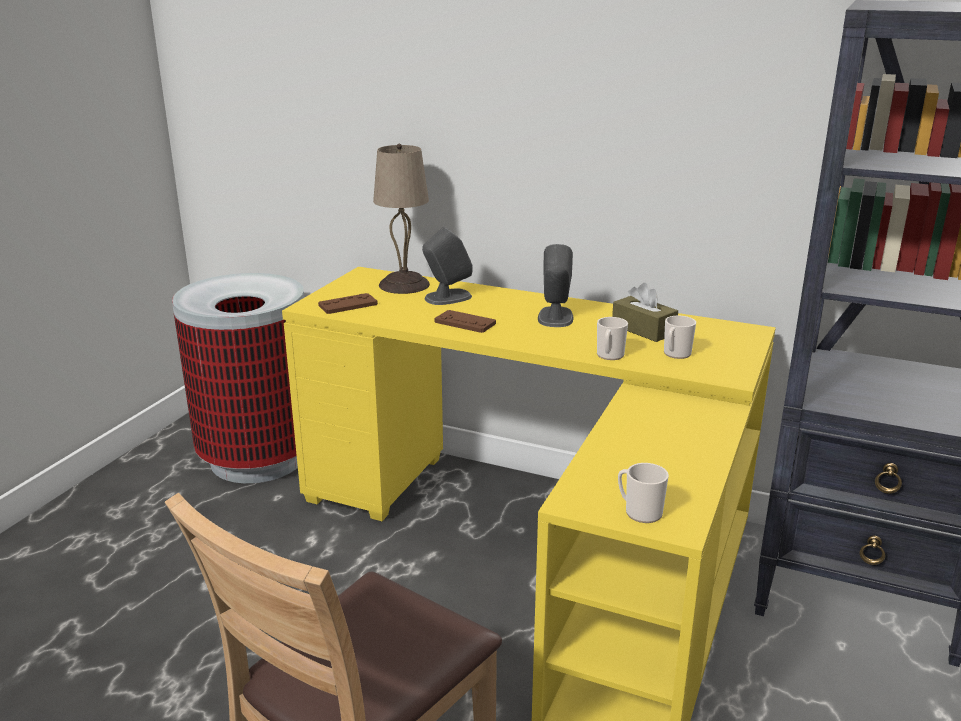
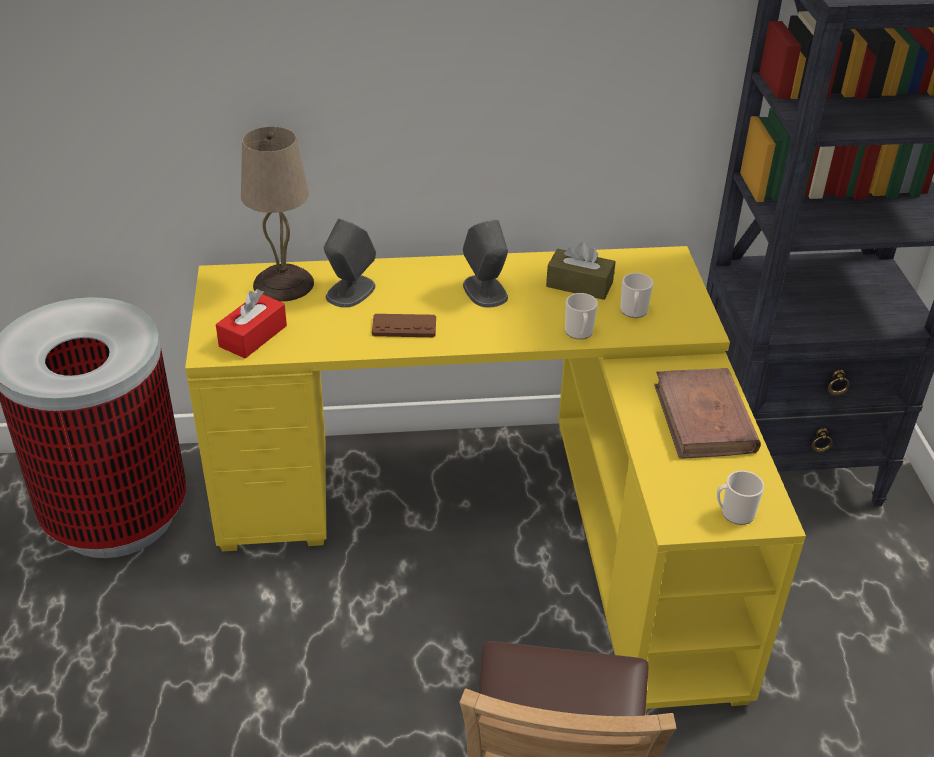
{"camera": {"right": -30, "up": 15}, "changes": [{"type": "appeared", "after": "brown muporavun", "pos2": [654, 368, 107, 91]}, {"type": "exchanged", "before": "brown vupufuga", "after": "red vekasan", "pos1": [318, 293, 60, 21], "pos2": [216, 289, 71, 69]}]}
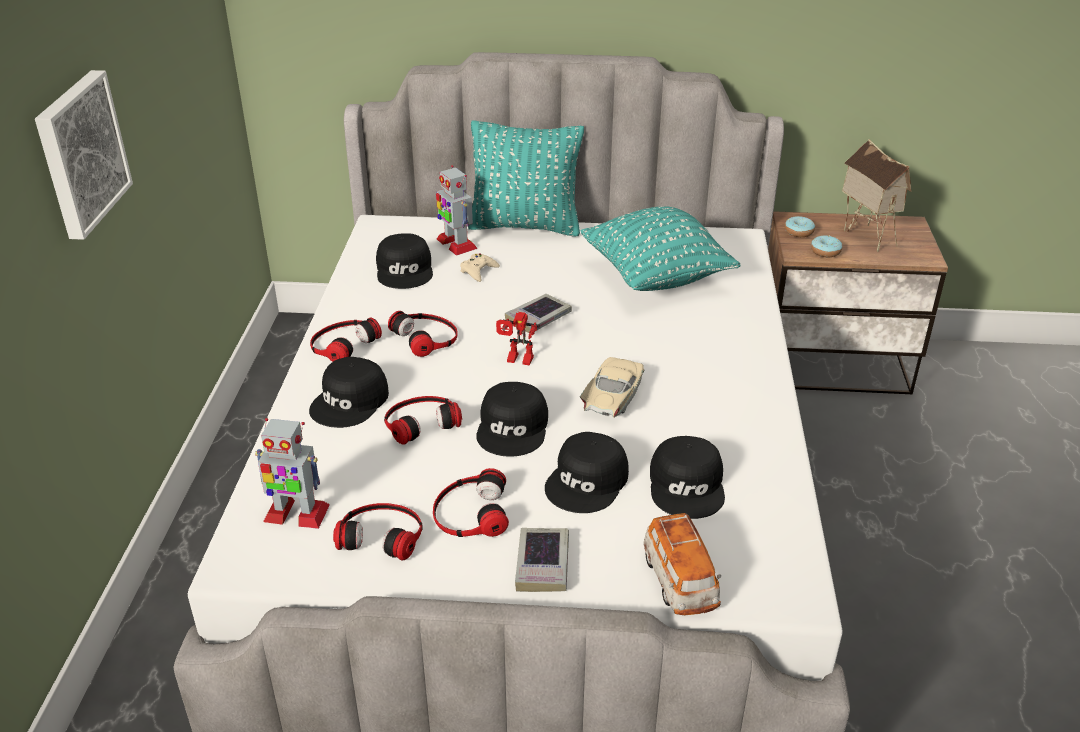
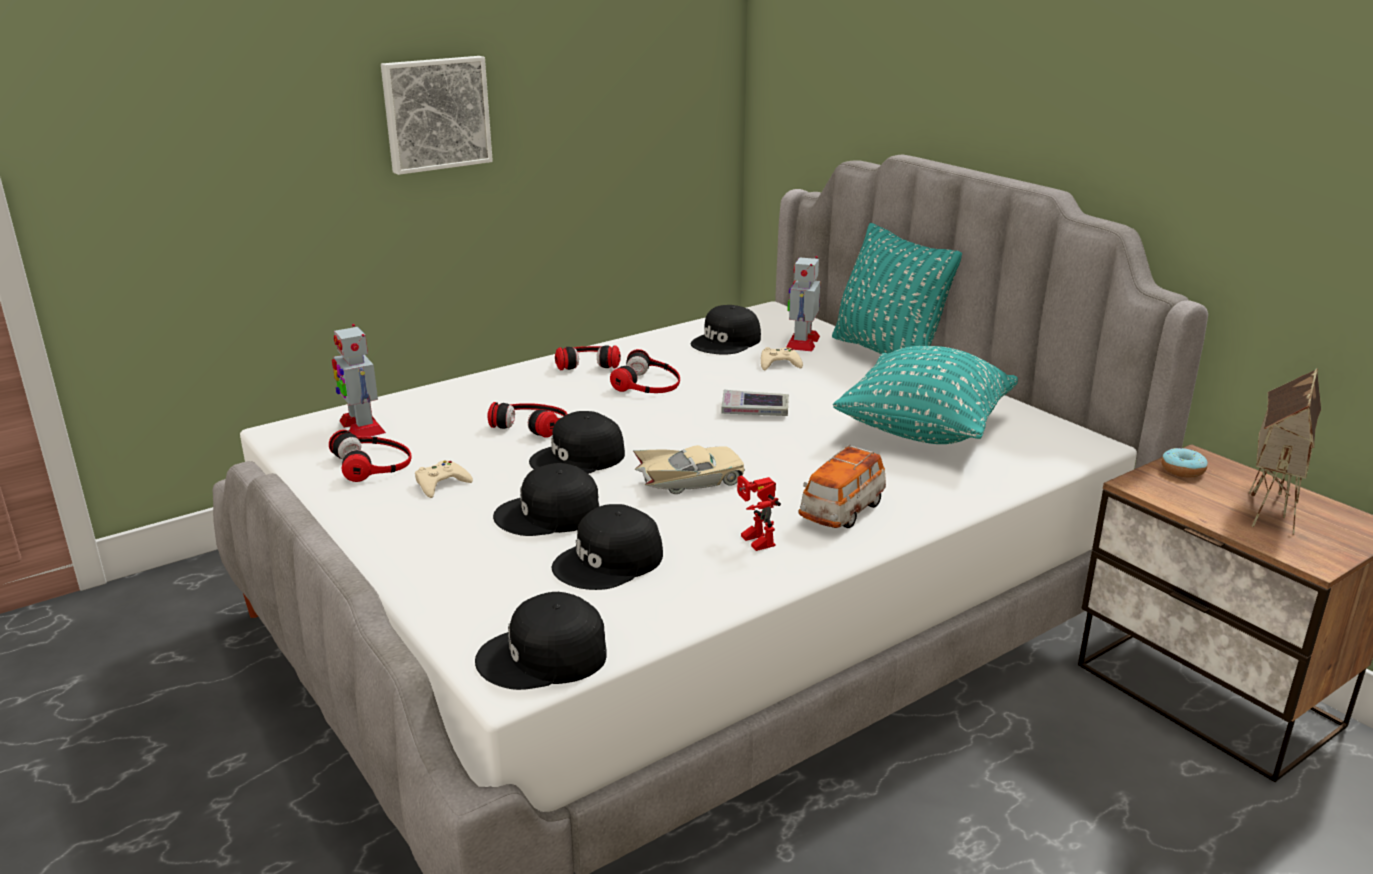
{"camera": {"right": 50, "up": -10}, "changes": [{"type": "missing", "before": "muporavun", "pos1": [515, 528, 54, 64]}, {"type": "missing", "before": "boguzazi", "pos1": [811, 236, 31, 21]}, {"type": "relocated", "before": "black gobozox", "pos1": [309, 357, 80, 71], "pos2": [475, 592, 132, 98]}, {"type": "relocated", "before": "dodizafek", "pos1": [496, 312, 44, 53], "pos2": [737, 476, 44, 75]}, {"type": "relocated", "before": "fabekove", "pos1": [643, 513, 78, 102], "pos2": [798, 444, 88, 84]}, {"type": "exchanged", "before": "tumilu", "after": "beige vupufuga", "pos1": [433, 468, 76, 69], "pos2": [415, 460, 58, 38]}]}
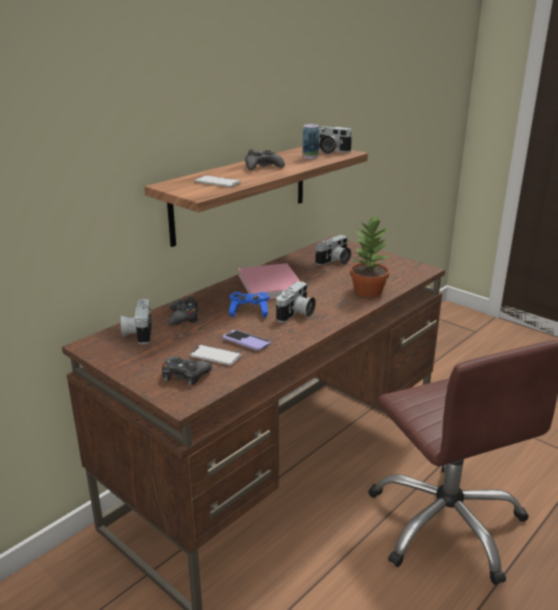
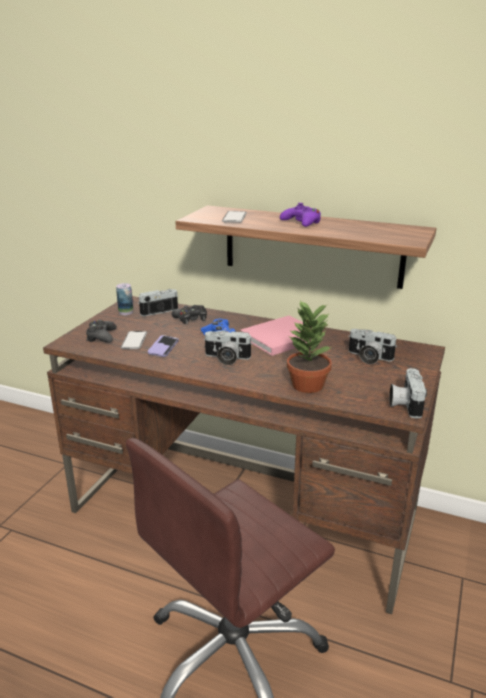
{"camera": {"right": 70, "up": 0}, "changes": [{"type": "relocated", "before": "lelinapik", "pos1": [302, 124, 17, 35], "pos2": [116, 283, 17, 32]}, {"type": "relocated", "before": "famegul", "pos1": [319, 126, 34, 28], "pos2": [389, 368, 38, 51]}, {"type": "colour", "before": "black vupufuga", "after": "purple vupufuga", "pos1": [245, 150, 40, 20], "pos2": [280, 203, 41, 24]}]}
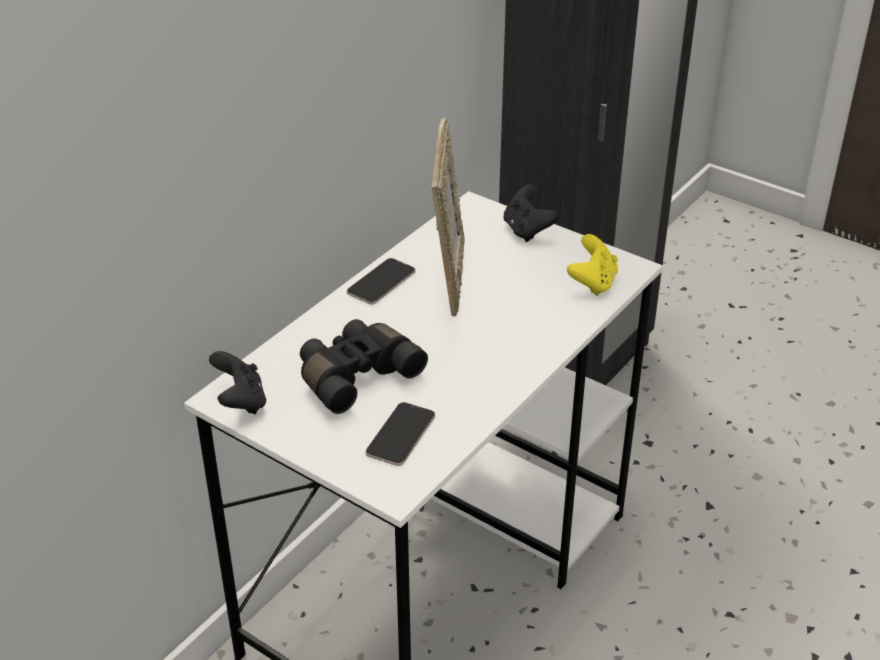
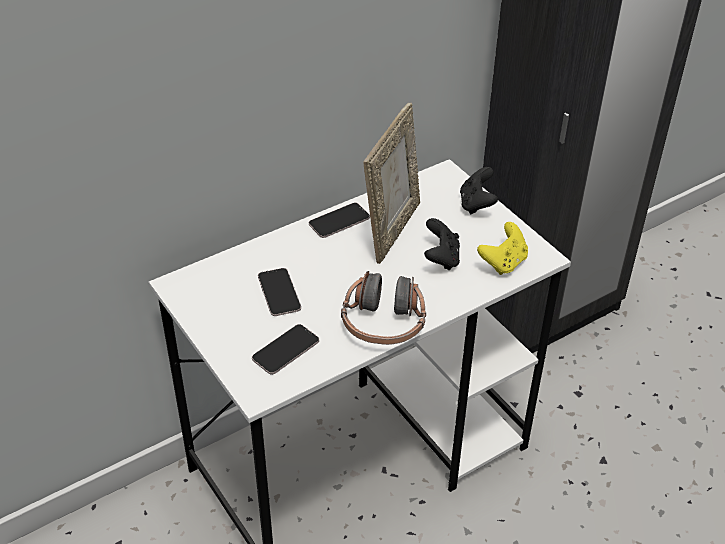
{"camera": {"right": 20, "up": 5}, "changes": [{"type": "appeared", "after": "tumilu", "pos2": [341, 271, 85, 74]}, {"type": "relocated", "before": "black vupufuga", "pos1": [209, 351, 57, 63], "pos2": [424, 218, 36, 52]}, {"type": "exchanged", "before": "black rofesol", "after": "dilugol", "pos1": [300, 319, 128, 95], "pos2": [258, 268, 43, 48]}]}
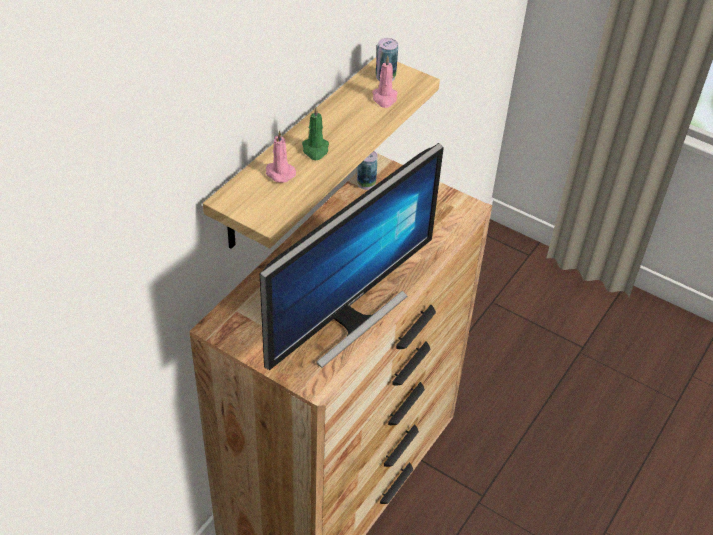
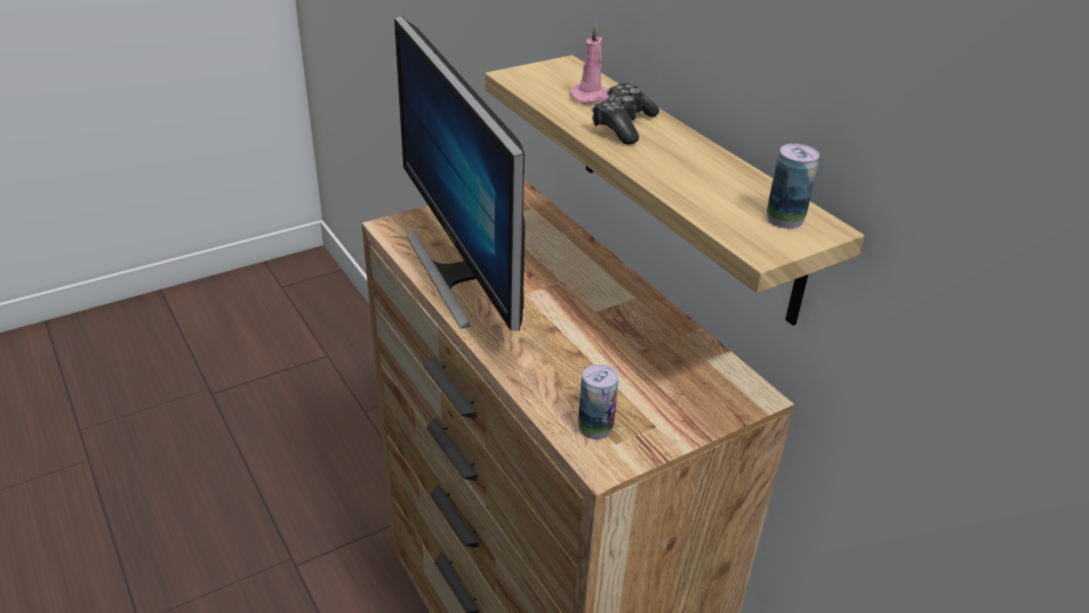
{"camera": {"right": 115, "up": -10}, "changes": [{"type": "missing", "before": "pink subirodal", "pos1": [372, 56, 26, 52]}, {"type": "relocated", "before": "lelinapik", "pos1": [357, 151, 21, 39], "pos2": [578, 364, 40, 76]}, {"type": "exchanged", "before": "green subirodal", "after": "vupufuga", "pos1": [302, 107, 27, 53], "pos2": [592, 83, 67, 62]}]}
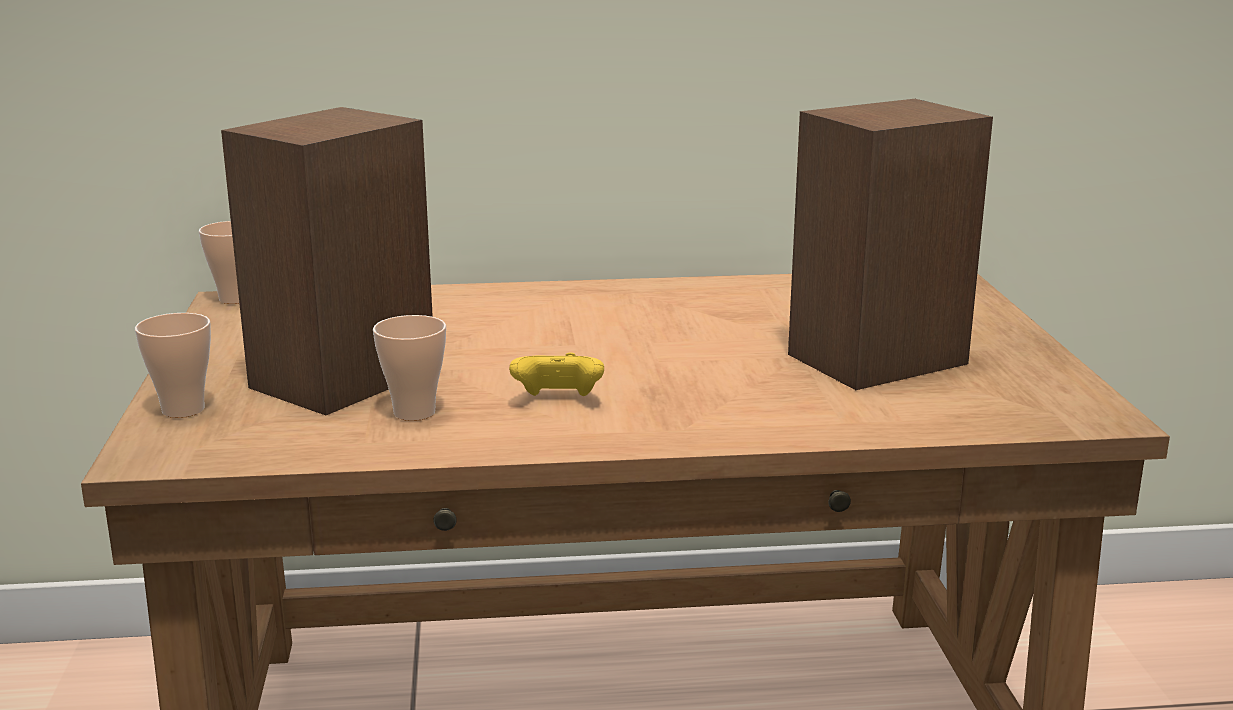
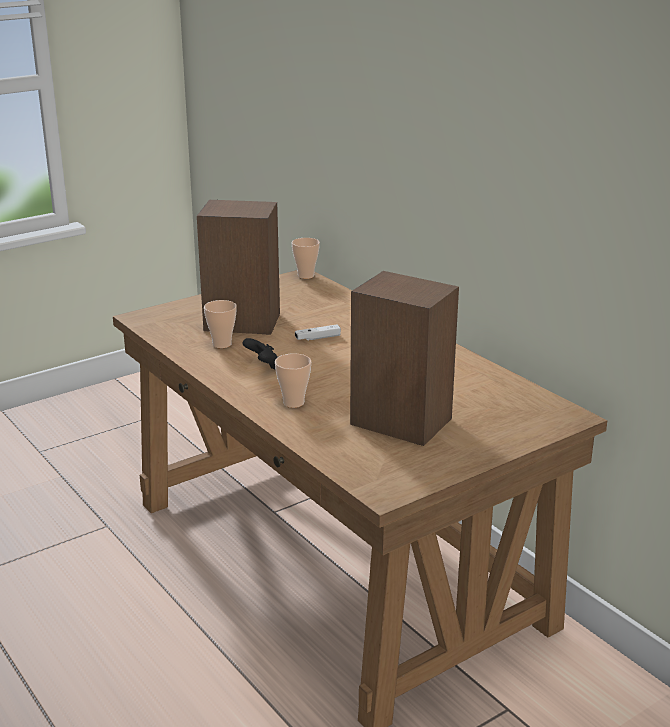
{"camera": {"right": 60, "up": 5}, "changes": [{"type": "appeared", "after": "white vupufuga", "pos2": [295, 324, 46, 17]}, {"type": "relocated", "before": "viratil", "pos1": [135, 313, 76, 105], "pos2": [275, 353, 36, 55]}, {"type": "colour", "before": "yellow vupufuga", "after": "black vupufuga", "pos1": [509, 352, 95, 44], "pos2": [243, 338, 35, 31]}]}
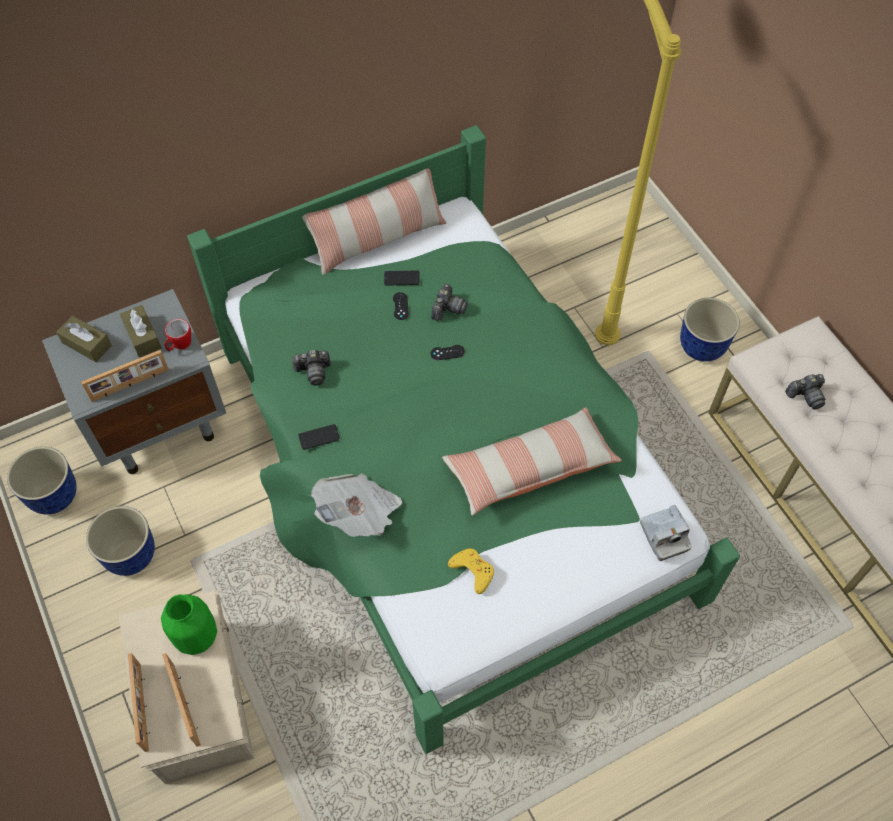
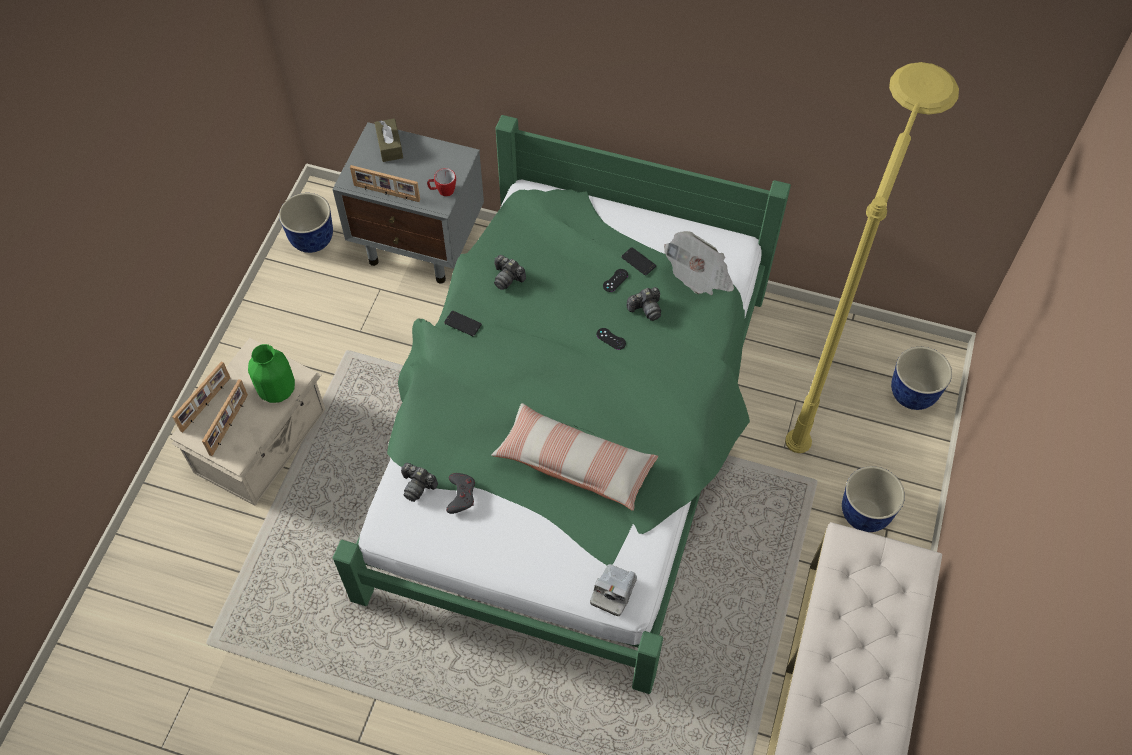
{"camera": {"right": 45, "up": 0}, "changes": [{"type": "missing", "before": "brown vekasan", "pos1": [119, 305, 43, 52]}, {"type": "missing", "before": "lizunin", "pos1": [302, 169, 144, 106]}, {"type": "relocated", "before": "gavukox", "pos1": [86, 506, 69, 70], "pos2": [891, 347, 61, 63]}, {"type": "relocated", "before": "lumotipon", "pos1": [311, 473, 91, 64], "pos2": [664, 231, 70, 64]}, {"type": "relocated", "before": "famegul", "pos1": [785, 374, 40, 36], "pos2": [401, 463, 37, 39]}, {"type": "colour", "before": "yellow vupufuga", "after": "grey vupufuga", "pos1": [448, 549, 46, 45], "pos2": [446, 473, 29, 41]}]}
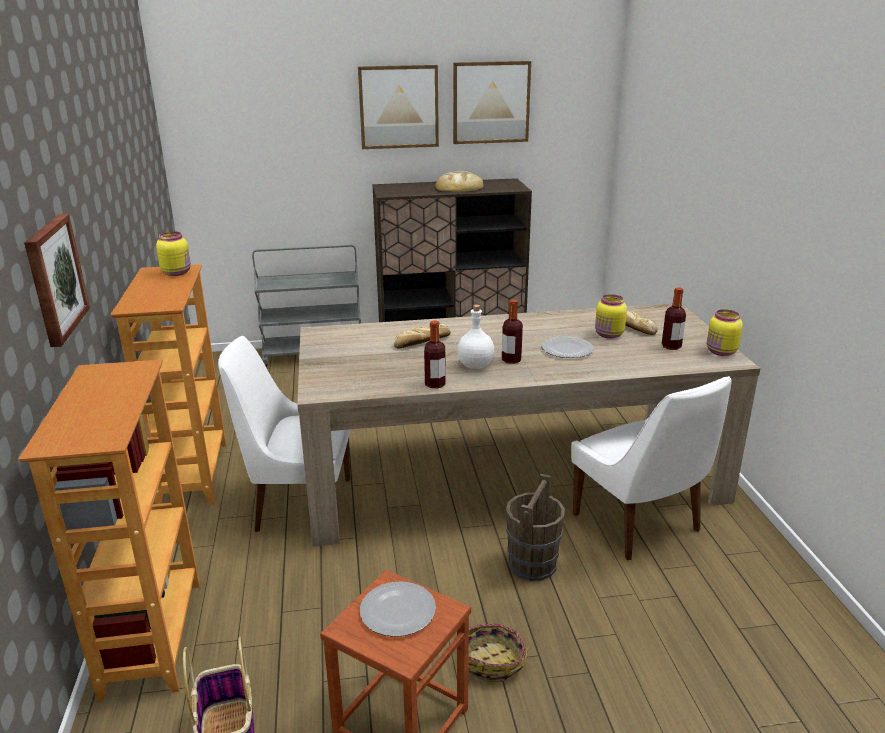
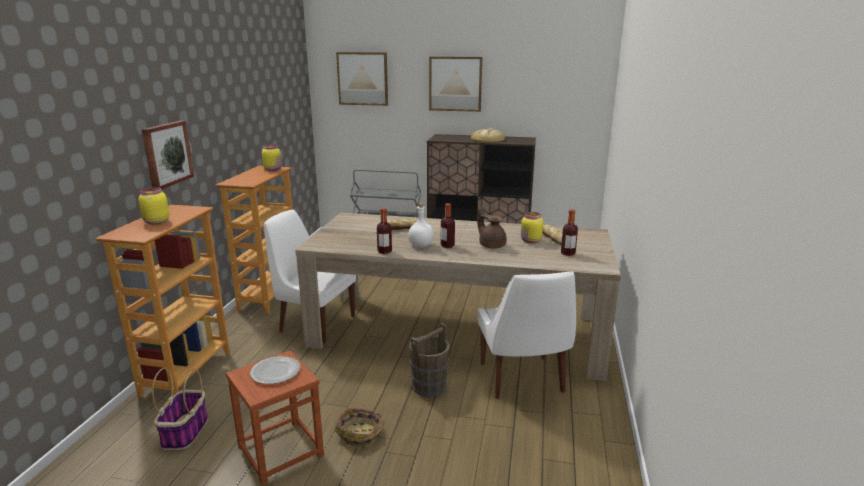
{"camera": {"right": 20, "up": -5}, "changes": [{"type": "relocated", "before": "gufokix", "pos1": [453, 61, 78, 83], "pos2": [336, 52, 52, 54]}, {"type": "relocated", "before": "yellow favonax", "pos1": [707, 309, 36, 47], "pos2": [138, 187, 31, 38]}, {"type": "exchanged", "before": "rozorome", "after": "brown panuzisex", "pos1": [542, 336, 52, 22], "pos2": [477, 207, 30, 41]}]}
